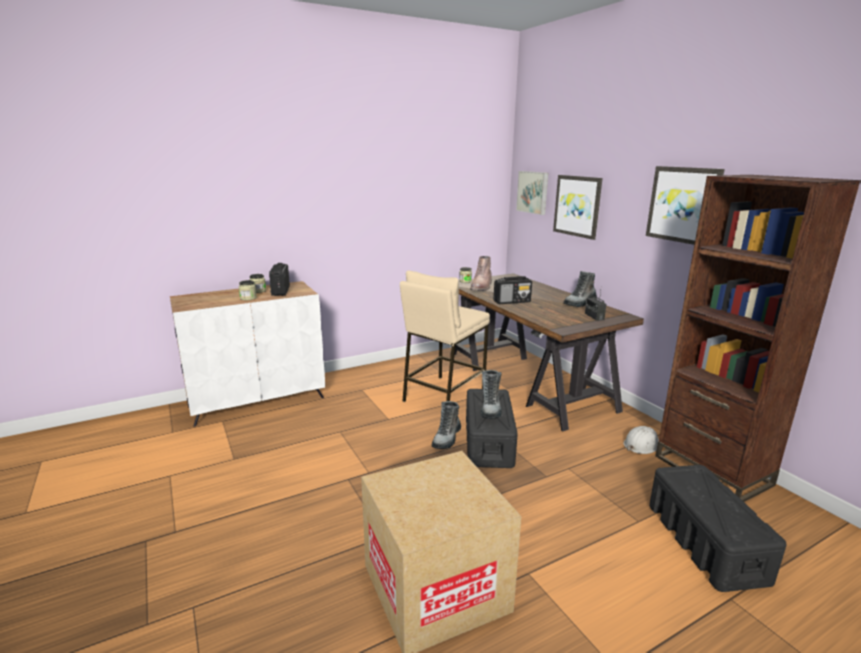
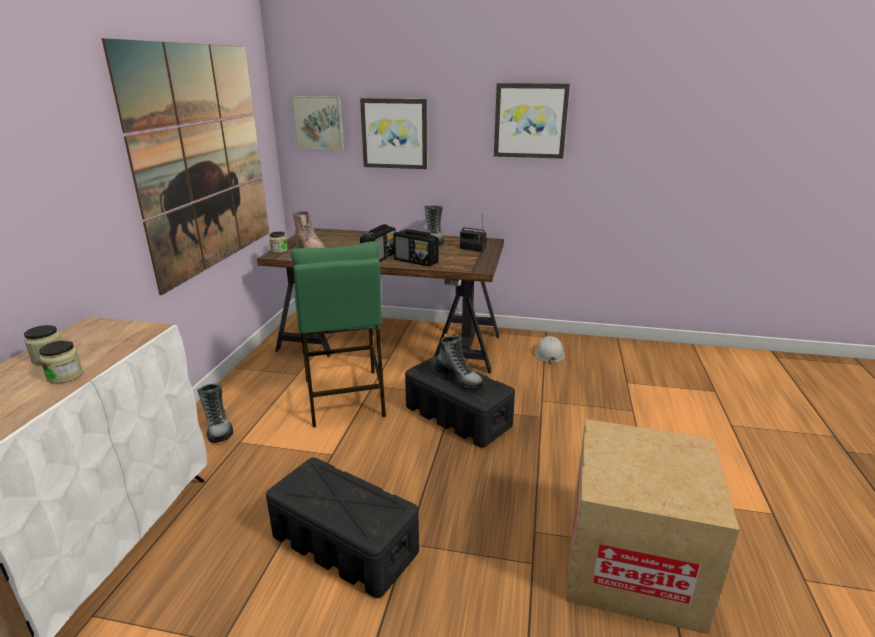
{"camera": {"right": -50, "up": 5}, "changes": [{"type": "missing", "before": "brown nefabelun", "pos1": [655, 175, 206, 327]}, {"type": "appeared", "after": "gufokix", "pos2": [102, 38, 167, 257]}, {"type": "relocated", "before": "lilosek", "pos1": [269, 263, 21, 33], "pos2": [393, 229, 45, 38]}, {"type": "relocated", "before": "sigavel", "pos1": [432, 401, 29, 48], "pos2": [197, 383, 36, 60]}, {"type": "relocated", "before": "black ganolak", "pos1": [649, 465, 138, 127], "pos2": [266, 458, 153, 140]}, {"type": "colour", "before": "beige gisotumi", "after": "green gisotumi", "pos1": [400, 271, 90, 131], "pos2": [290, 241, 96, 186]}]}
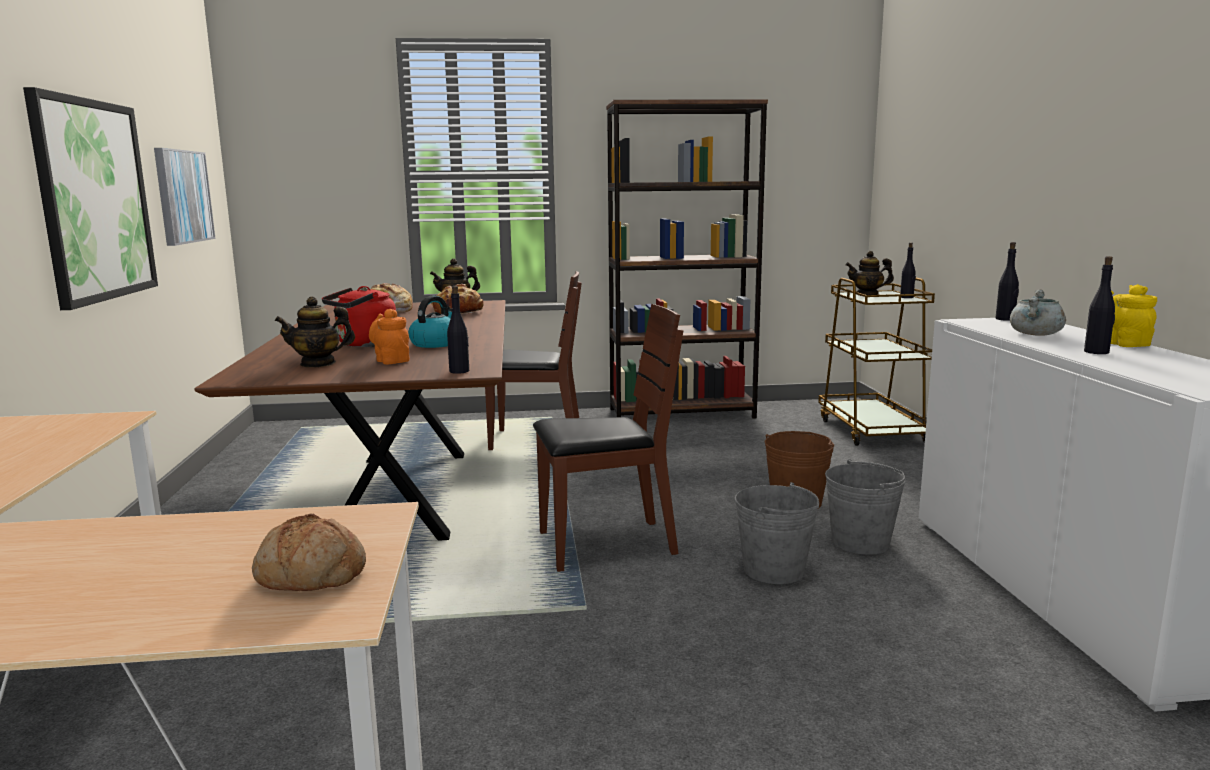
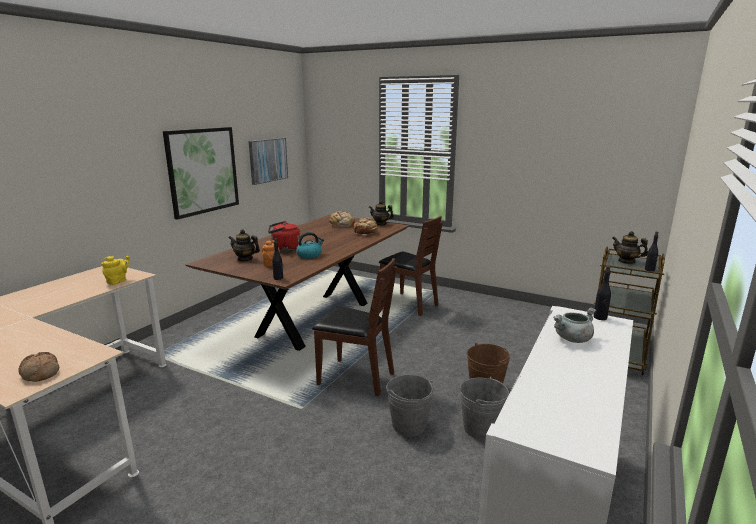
{"camera": {"right": 35, "up": 5}, "changes": [{"type": "missing", "before": "brown nefabelun", "pos1": [606, 100, 162, 319]}, {"type": "missing", "before": "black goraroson", "pos1": [1084, 256, 31, 98]}, {"type": "relocated", "before": "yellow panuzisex", "pos1": [1111, 284, 46, 63], "pos2": [101, 256, 29, 29]}]}
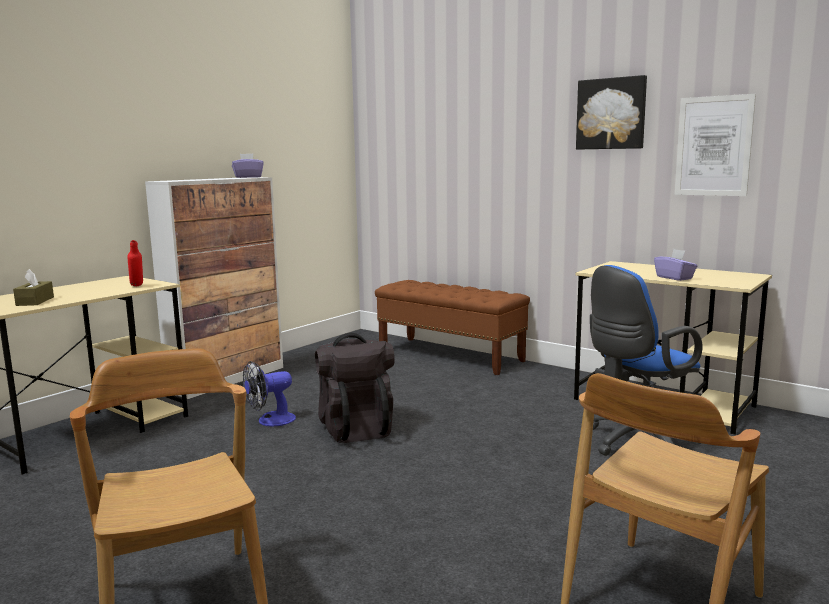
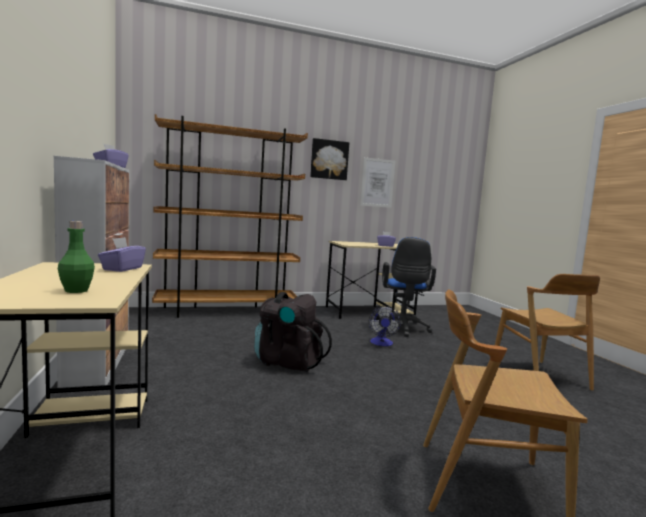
{"camera": {"right": -55, "up": -5}, "changes": [{"type": "relocated", "before": "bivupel", "pos1": [243, 361, 53, 66], "pos2": [369, 306, 32, 40]}, {"type": "exchanged", "before": "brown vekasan", "after": "green goraroson", "pos1": [13, 269, 41, 37], "pos2": [58, 221, 37, 72]}, {"type": "exchanged", "before": "red goraroson", "after": "purple vekasan", "pos1": [128, 240, 15, 46], "pos2": [98, 237, 48, 35]}, {"type": "exchanged", "before": "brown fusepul", "after": "brown nefabelun", "pos1": [375, 280, 155, 95], "pos2": [152, 114, 156, 204]}]}
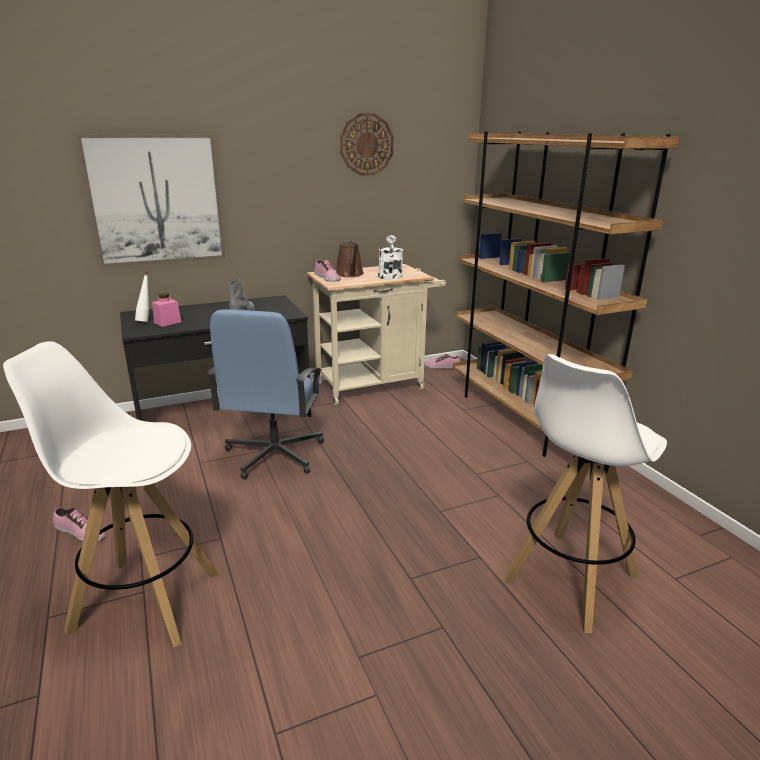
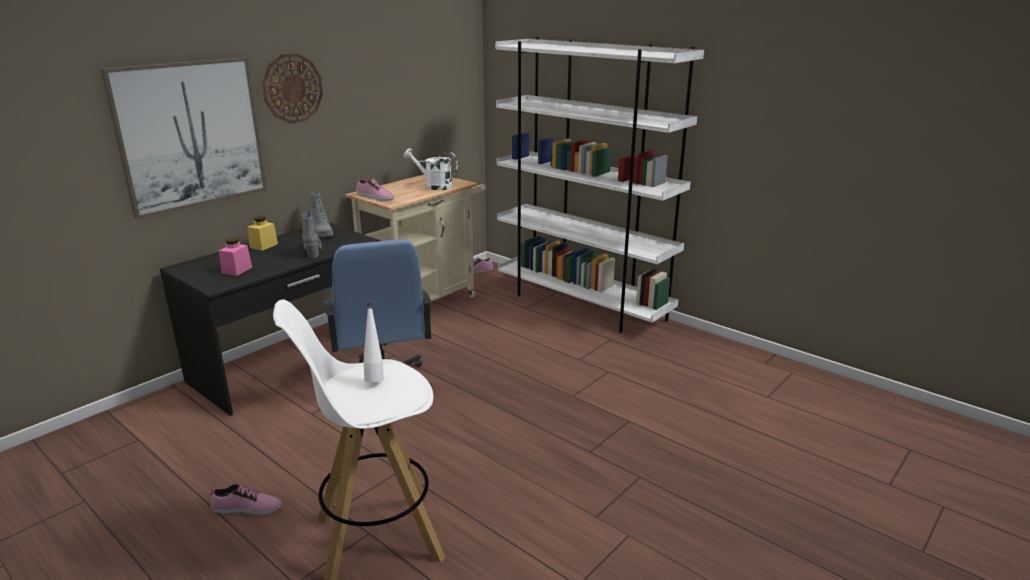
{"camera": {"right": -25, "up": 0}, "changes": [{"type": "missing", "before": "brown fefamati", "pos1": [336, 240, 28, 37]}, {"type": "missing", "before": "white gisotumi", "pos1": [503, 354, 164, 279]}, {"type": "appeared", "after": "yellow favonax", "pos2": [248, 216, 30, 35]}, {"type": "appeared", "after": "grey sigavel", "pos2": [310, 191, 23, 46]}, {"type": "relocated", "before": "white goraroson", "pos1": [135, 271, 14, 51], "pos2": [363, 302, 21, 80]}, {"type": "relocated", "before": "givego", "pos1": [340, 113, 54, 63], "pos2": [262, 53, 61, 71]}, {"type": "colour", "before": "brown nefabelun", "after": "white nefabelun", "pos1": [453, 132, 227, 325], "pos2": [495, 37, 209, 296]}, {"type": "spun", "before": "white fefamati", "pos1": [378, 235, 25, 45], "pos2": [404, 148, 54, 42], "turn": -45}]}
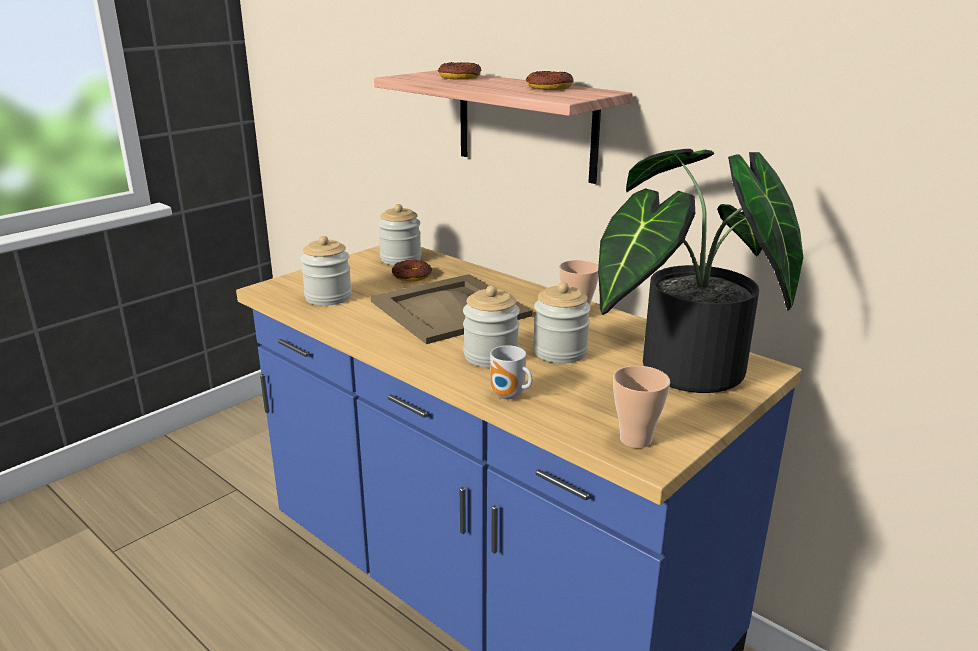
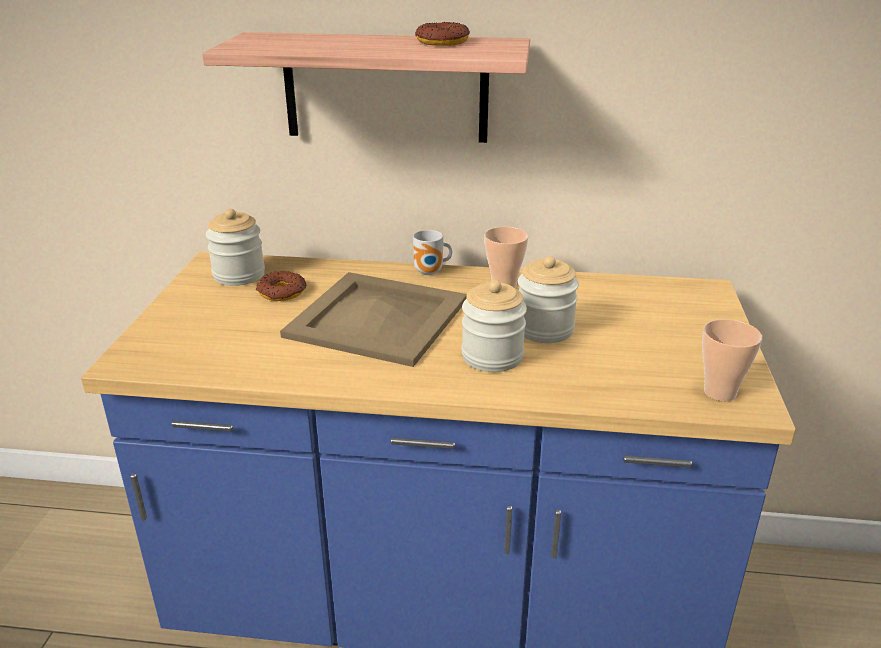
{"camera": {"right": -35, "up": 5}, "changes": [{"type": "missing", "before": "favonax", "pos1": [300, 236, 52, 70]}, {"type": "missing", "before": "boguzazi", "pos1": [438, 62, 43, 18]}, {"type": "missing", "before": "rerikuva", "pos1": [598, 149, 205, 244]}, {"type": "relocated", "before": "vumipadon", "pos1": [490, 345, 43, 54], "pos2": [413, 230, 39, 45]}]}
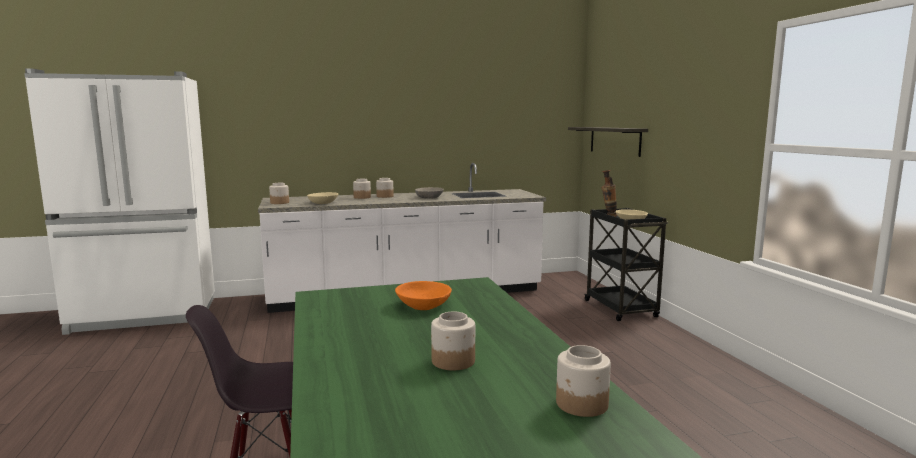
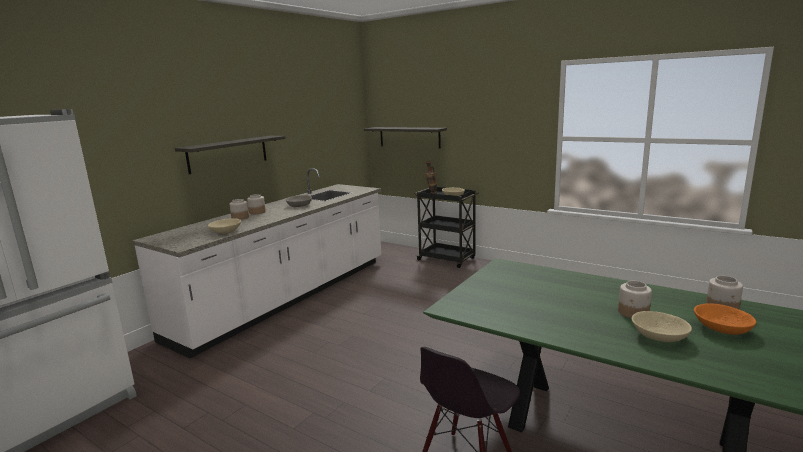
{"camera": {"right": -40, "up": 5}, "changes": [{"type": "missing", "before": "favonax", "pos1": [269, 183, 20, 21]}, {"type": "appeared", "after": "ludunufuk", "pos2": [175, 136, 111, 38]}, {"type": "appeared", "after": "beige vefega", "pos2": [632, 311, 60, 31]}, {"type": "relocated", "before": "orange vefega", "pos1": [395, 281, 57, 29], "pos2": [694, 303, 62, 32]}]}
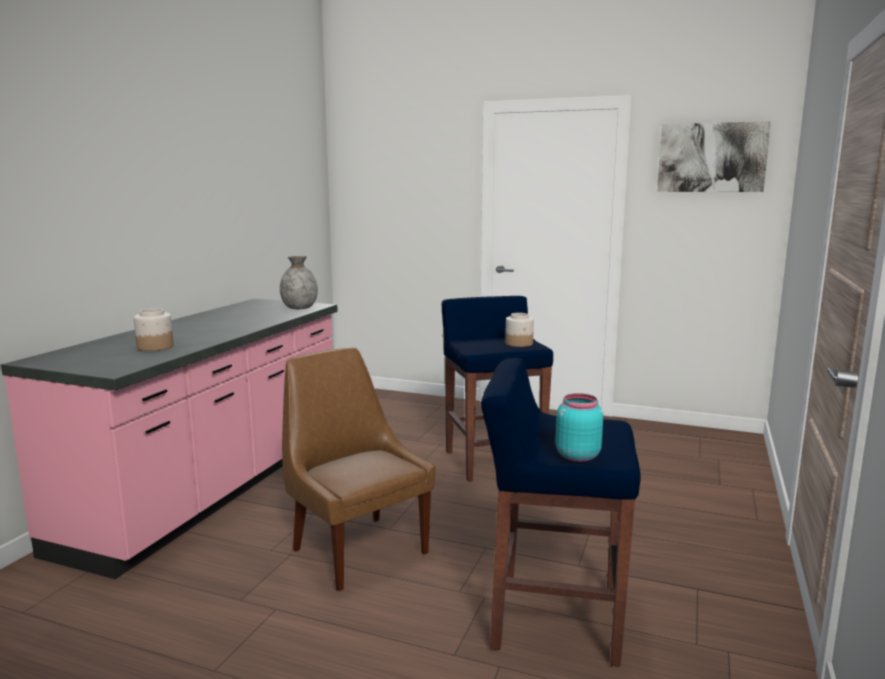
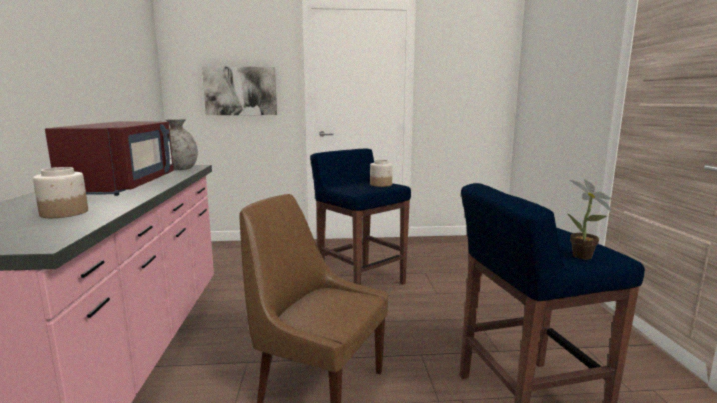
{"camera": {"right": -25, "up": 0}, "changes": [{"type": "appeared", "after": "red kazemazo", "pos2": [45, 121, 129, 75]}, {"type": "relocated", "before": "gufokix", "pos1": [657, 121, 114, 71], "pos2": [202, 66, 75, 49]}, {"type": "exchanged", "before": "turquoise favonax", "after": "rerikuva", "pos1": [555, 393, 48, 69], "pos2": [567, 179, 45, 81]}]}
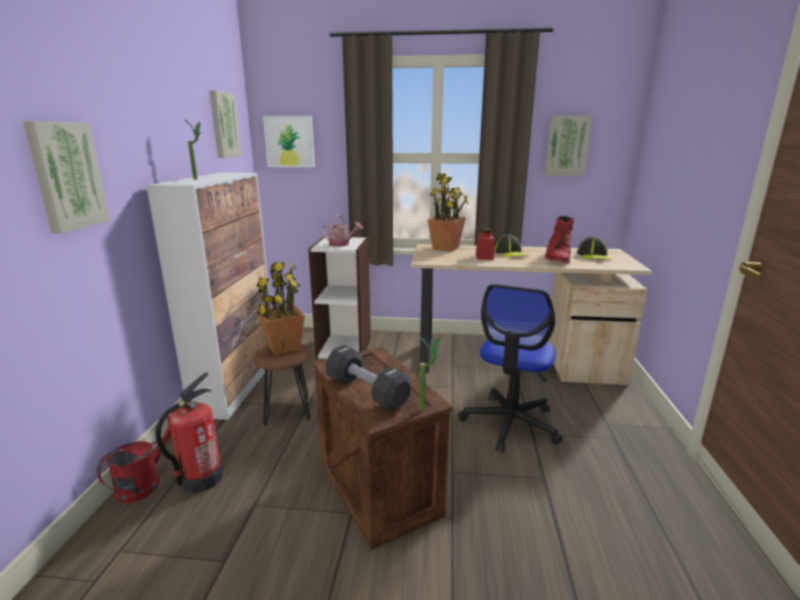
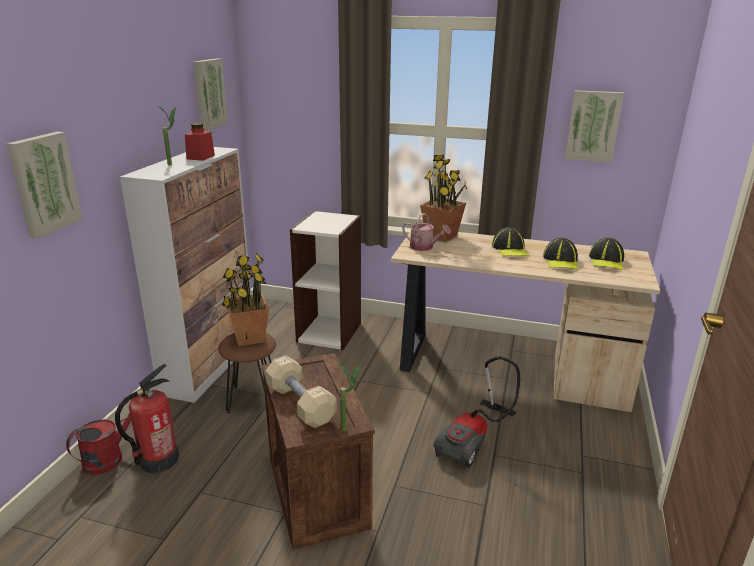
{"camera": {"right": 10, "up": 5}, "changes": [{"type": "missing", "before": "gufokix", "pos1": [263, 116, 52, 51]}, {"type": "relocated", "before": "fefamati", "pos1": [321, 214, 42, 33], "pos2": [402, 213, 49, 38]}, {"type": "relocated", "before": "red favonax", "pos1": [476, 228, 19, 32], "pos2": [185, 123, 30, 38]}, {"type": "exchanged", "before": "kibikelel", "after": "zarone", "pos1": [458, 284, 104, 168], "pos2": [434, 356, 86, 113]}, {"type": "exchanged", "before": "red sigavel", "after": "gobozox", "pos1": [545, 216, 29, 48], "pos2": [543, 238, 36, 32]}, {"type": "colour", "before": "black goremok", "after": "beige goremok", "pos1": [326, 345, 85, 66], "pos2": [265, 355, 72, 73]}]}
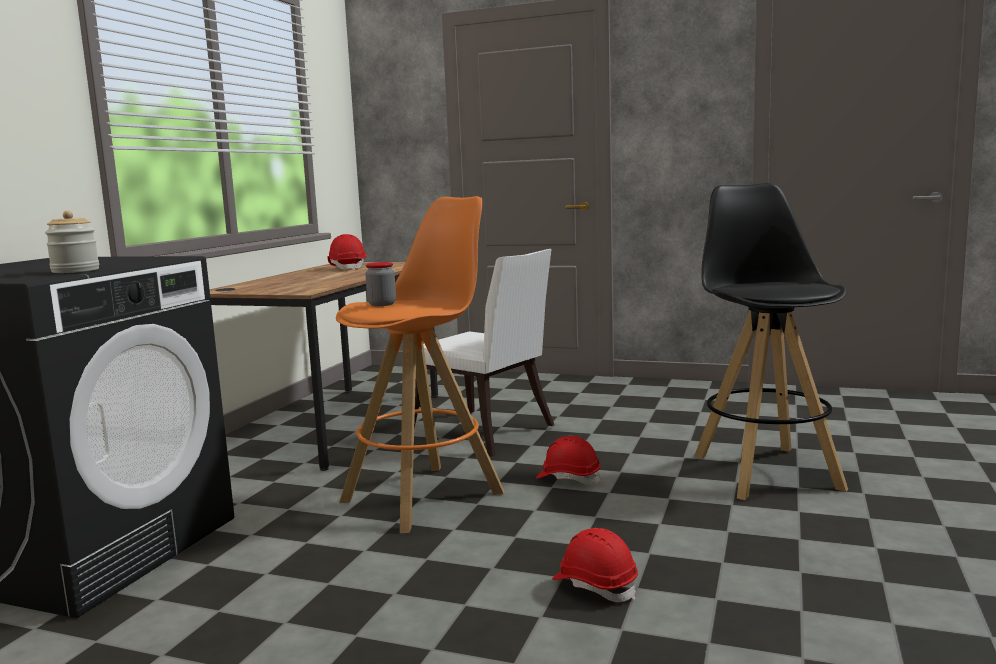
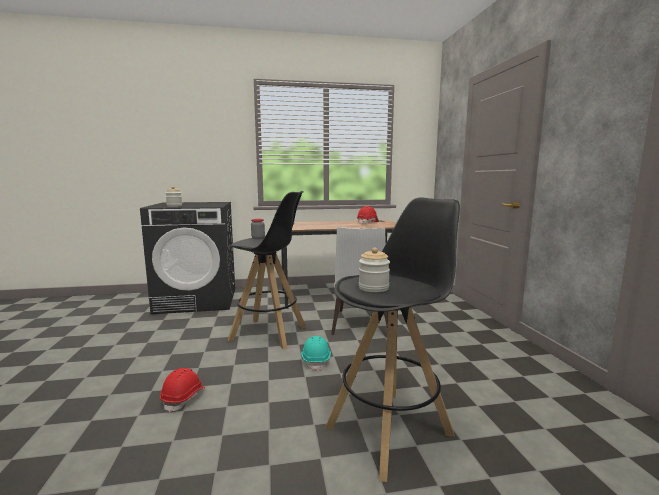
{"camera": {"right": 60, "up": 0}, "changes": [{"type": "appeared", "after": "favonax", "pos2": [359, 247, 31, 45]}, {"type": "colour", "before": "orange gisotumi", "after": "black gisotumi", "pos1": [336, 196, 168, 337], "pos2": [228, 191, 78, 159]}, {"type": "colour", "before": "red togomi", "after": "turquoise togomi", "pos1": [536, 436, 65, 49], "pos2": [301, 336, 30, 35]}]}
